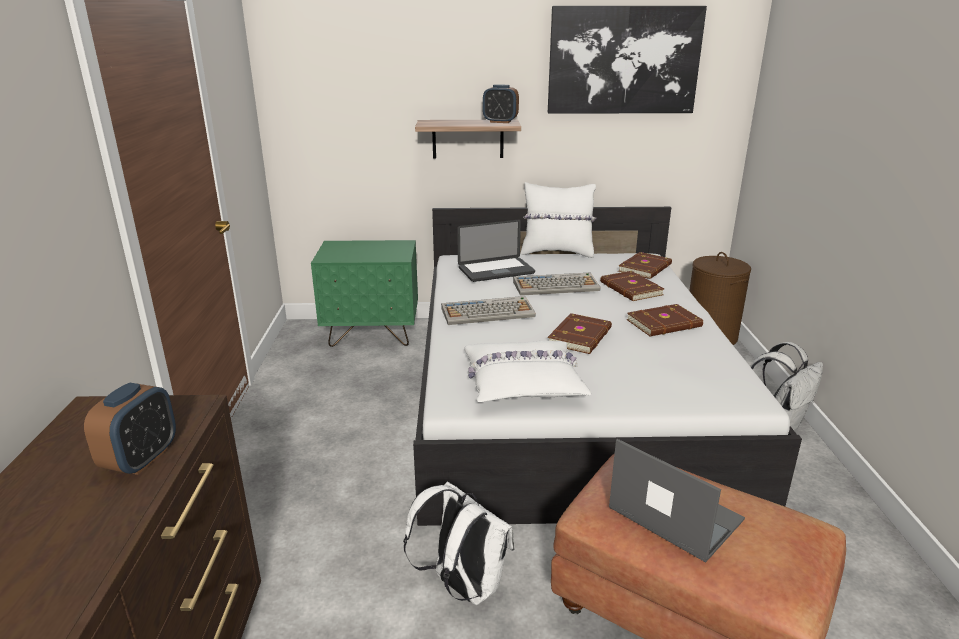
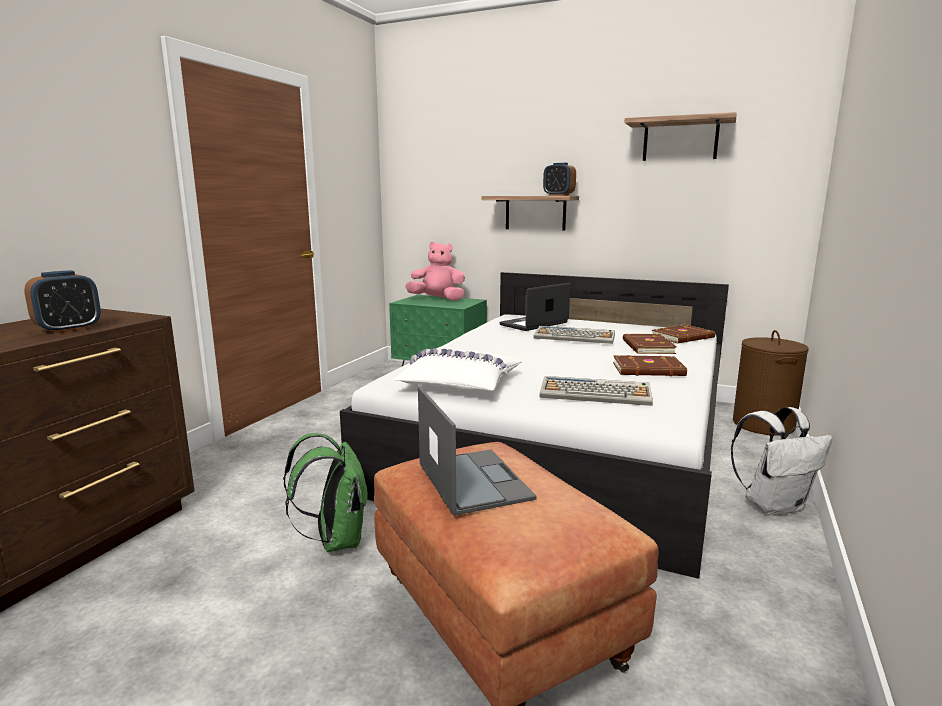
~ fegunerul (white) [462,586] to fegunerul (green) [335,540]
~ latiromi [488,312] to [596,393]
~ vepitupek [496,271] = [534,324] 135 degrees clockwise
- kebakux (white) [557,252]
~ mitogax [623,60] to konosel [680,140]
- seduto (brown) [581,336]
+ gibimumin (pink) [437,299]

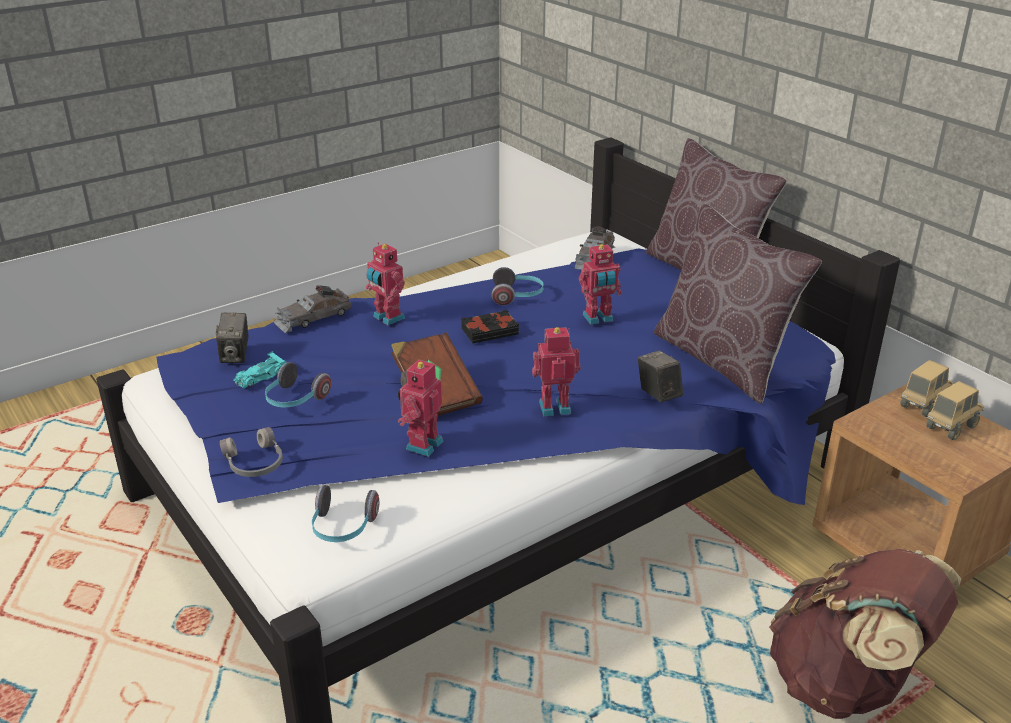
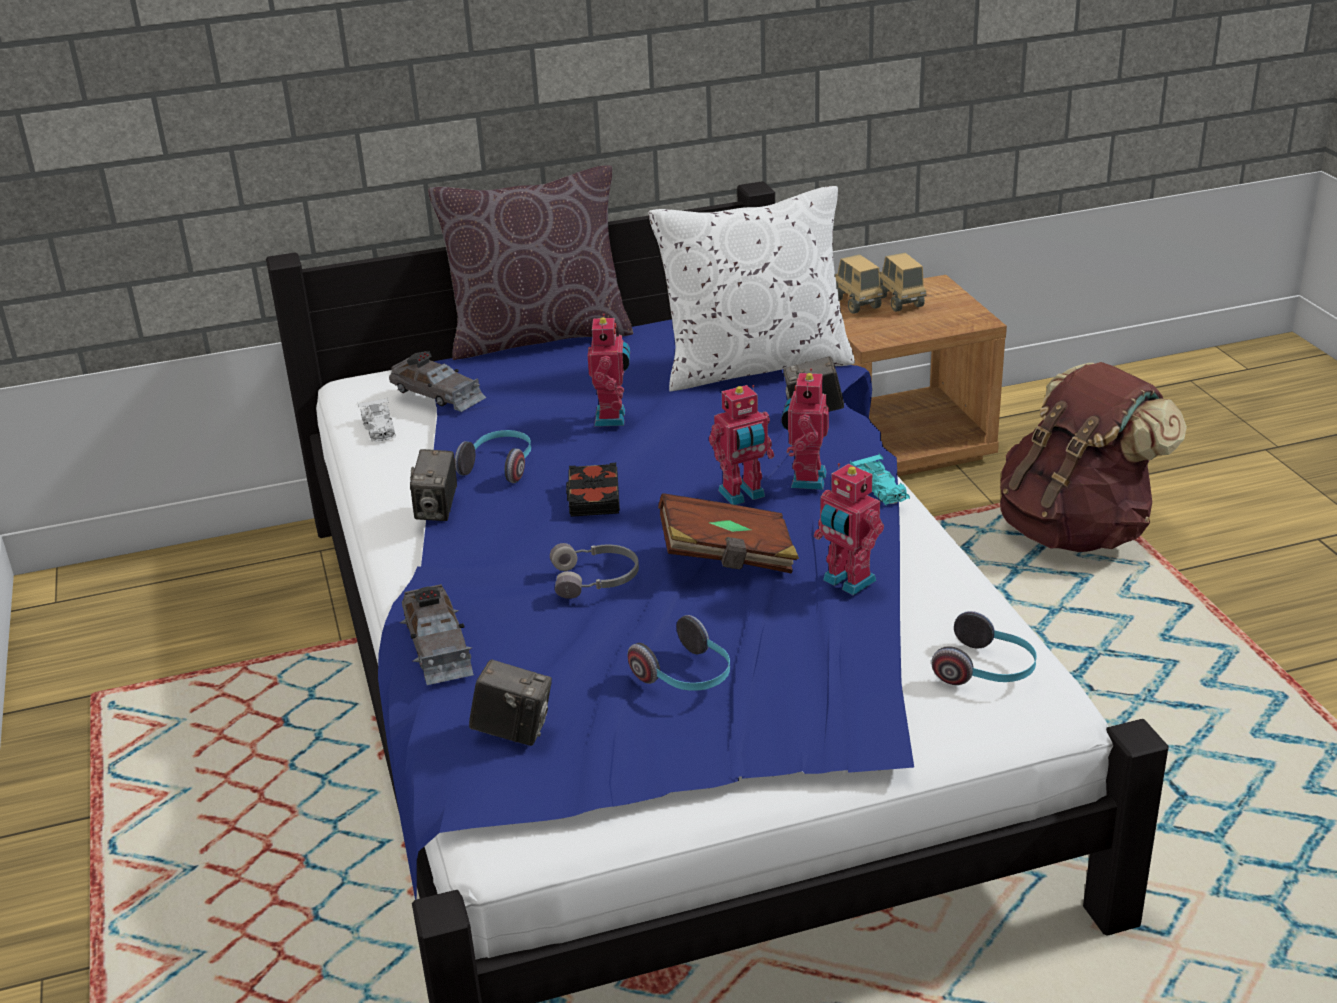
~ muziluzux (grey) [254,463] to [596,579]
~ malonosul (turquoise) [259,377] to [881,488]
~ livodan [387,318] to [743,495]
~ kebakux (brown) [722,360] to kebakux (white) [754,365]
+ malonosul (white) [379,428]
+ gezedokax [437,510]

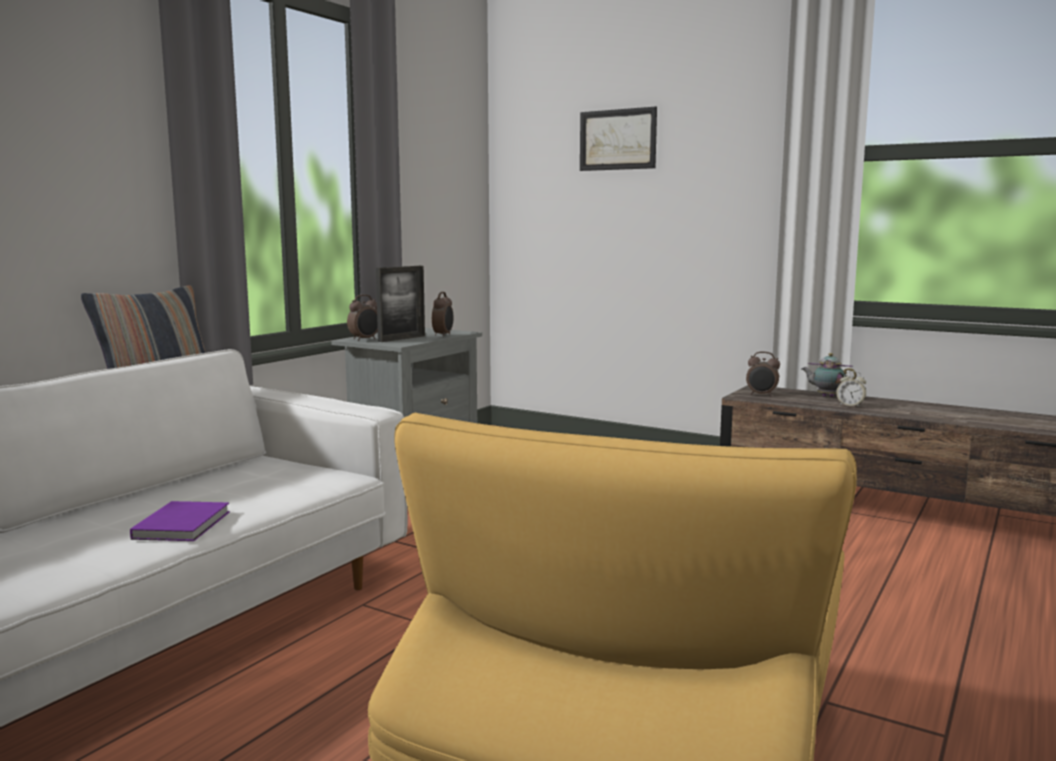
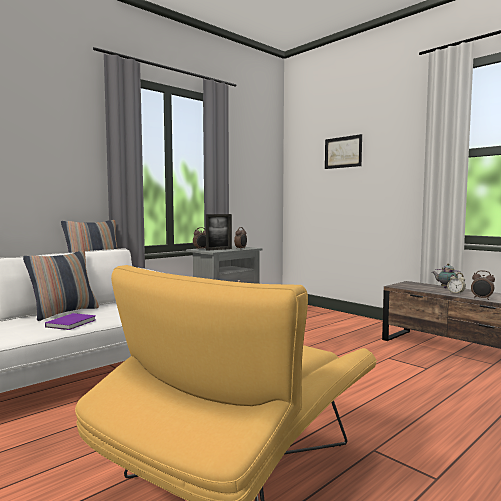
~ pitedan [761,395] to [482,298]
+ kebakux [64,312]

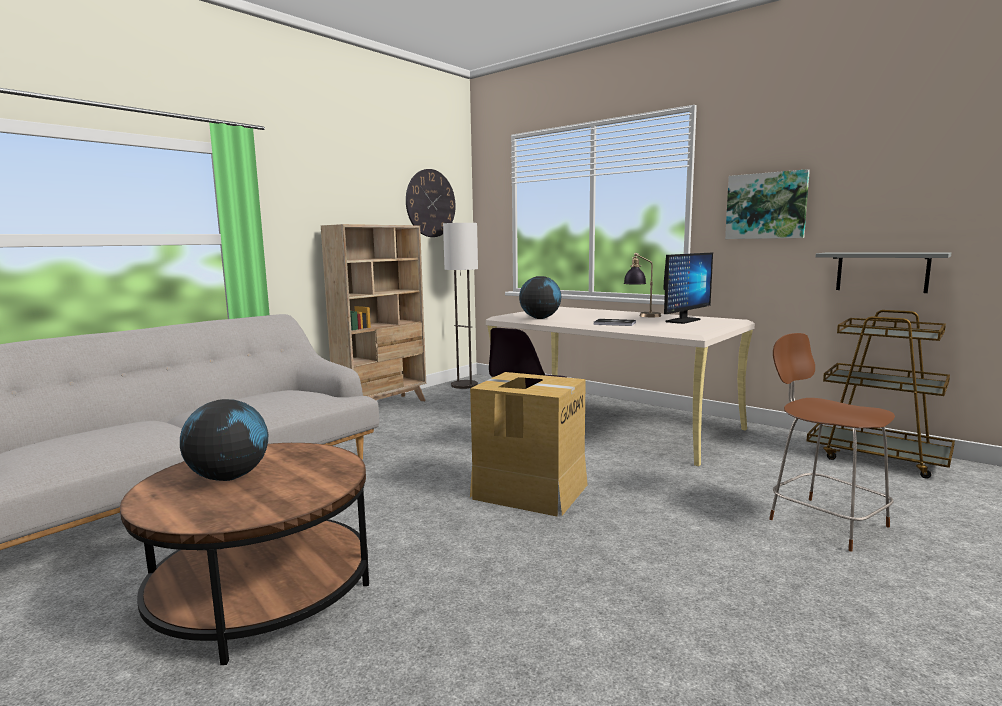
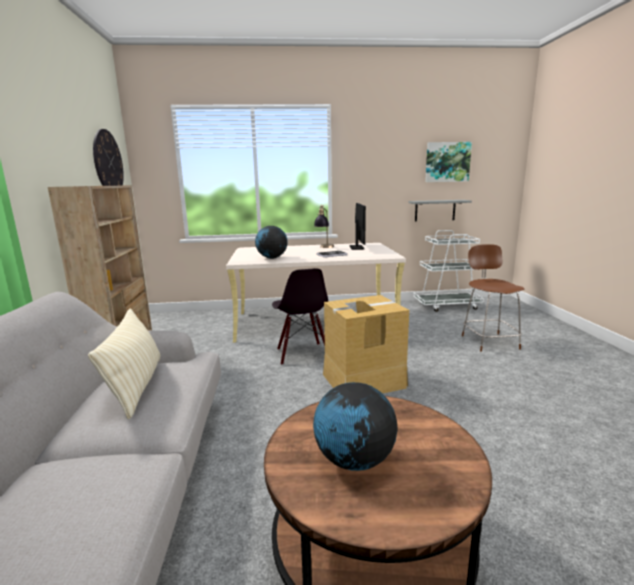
- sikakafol [464,385]
~ mitogax [766,206] to [447,162]
~ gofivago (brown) [824,521] = [488,341] 75 degrees clockwise
~ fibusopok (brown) [877,457] to fibusopok (white) [447,305]
+ kebakux (beige) [136,386]

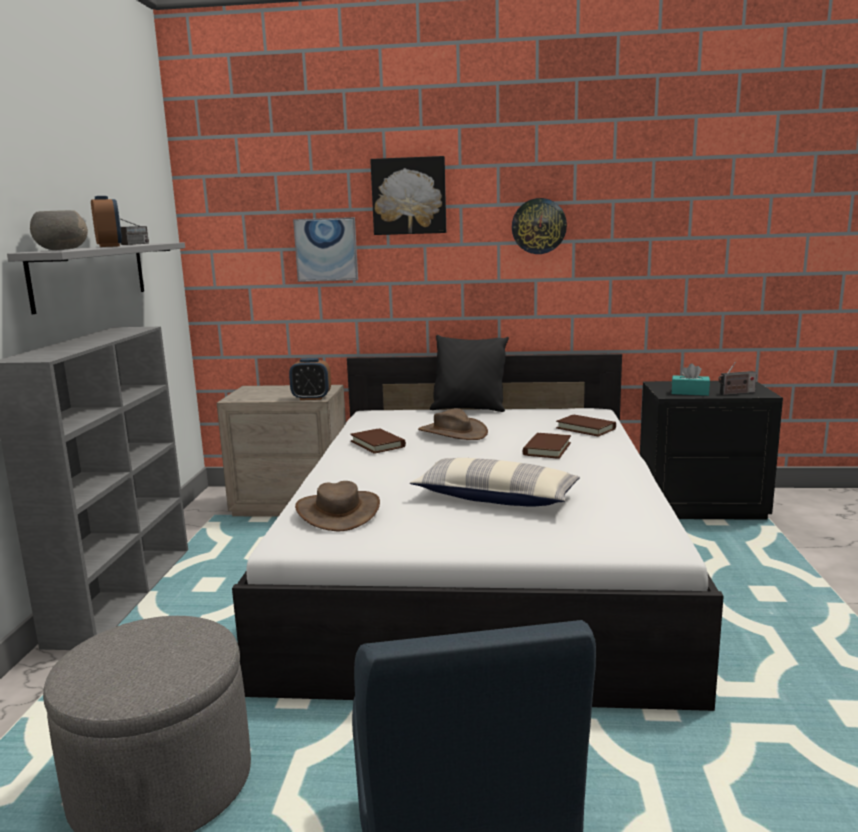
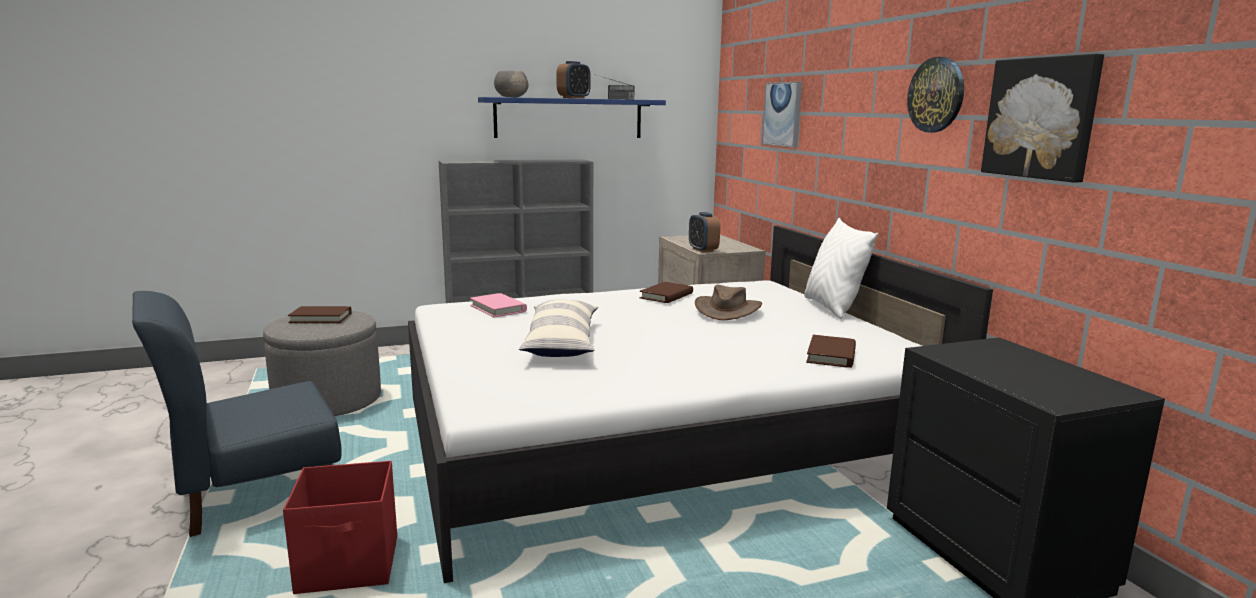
~ konosel (grey) [90,274] to konosel (blue) [569,118]
~ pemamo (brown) [338,512] to seduto (pink) [498,308]
~ mitogax [409,196] to [1042,118]
~ kebakux (black) [468,409] to kebakux (white) [832,308]
~ seduto (brown) [547,449] to [321,318]
- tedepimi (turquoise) [689,392]
- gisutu [736,393]
+ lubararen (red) [350,566]

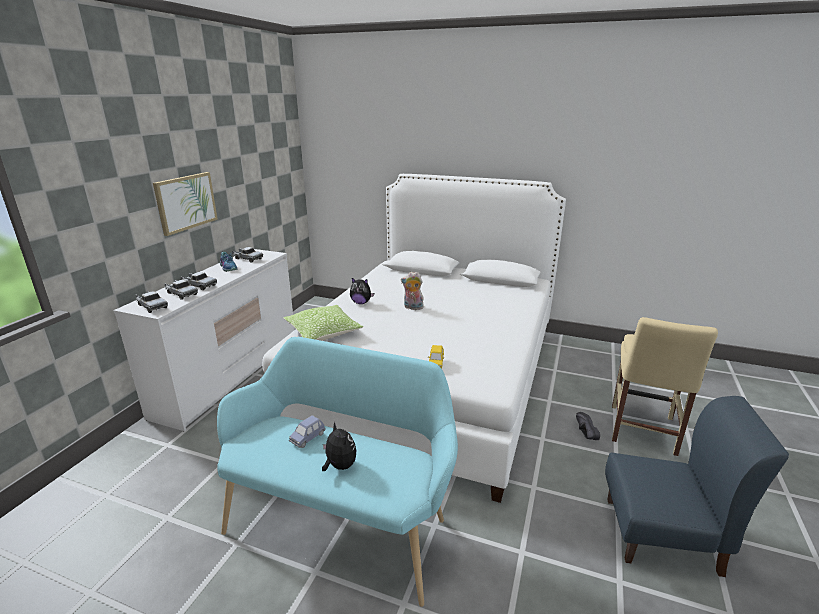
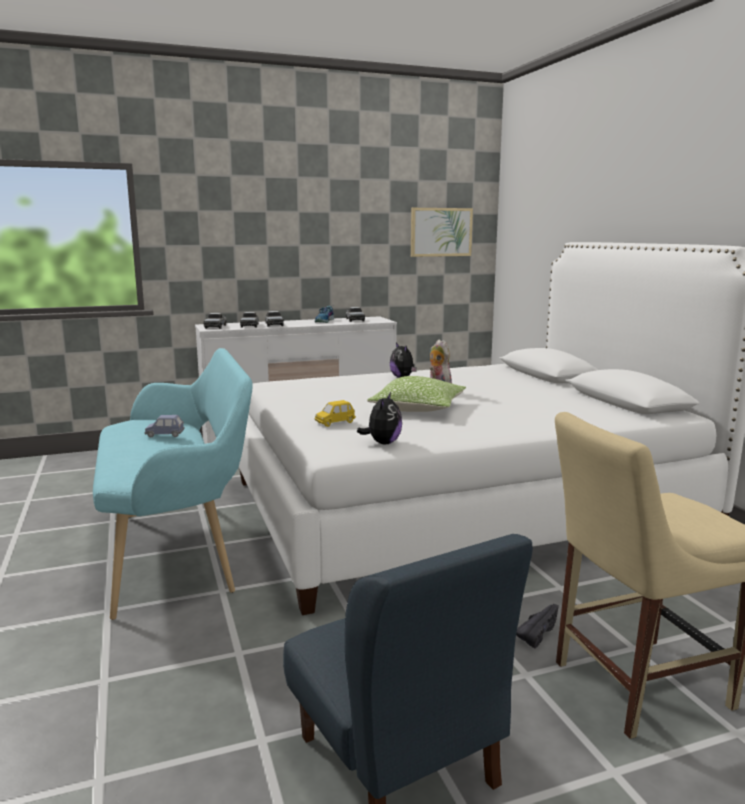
~ mitogax [186,202] to [441,232]
~ kebakux [323,332] to [418,408]
~ gibimumin [339,466] to [382,443]

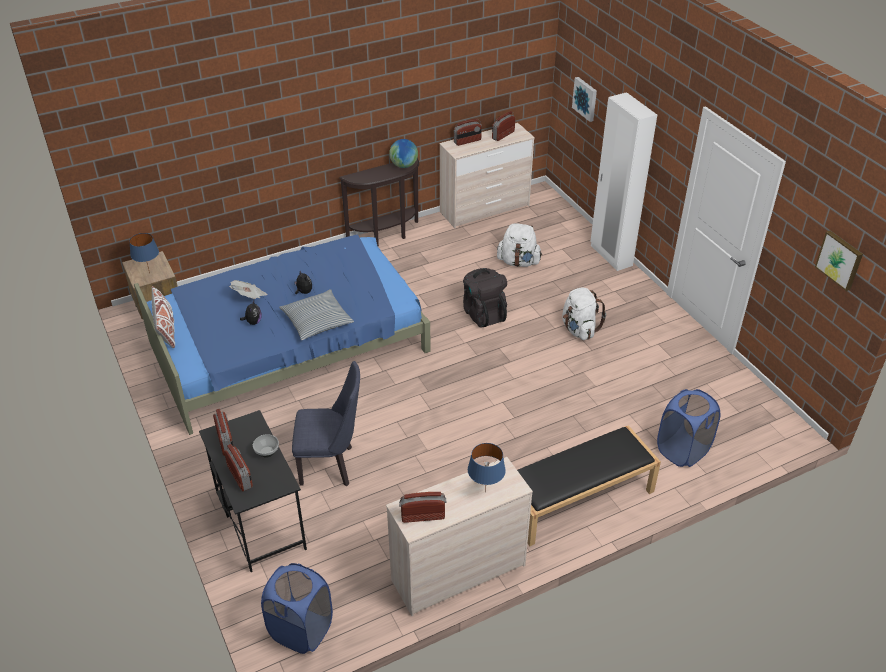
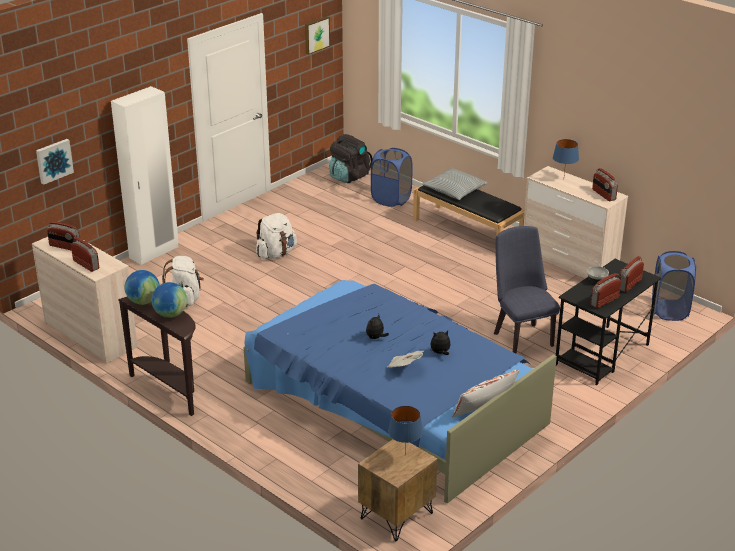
~ kebakux [317,321] to [454,190]
~ fegunerul (black) [483,313] to [349,176]
+ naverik [170,314]

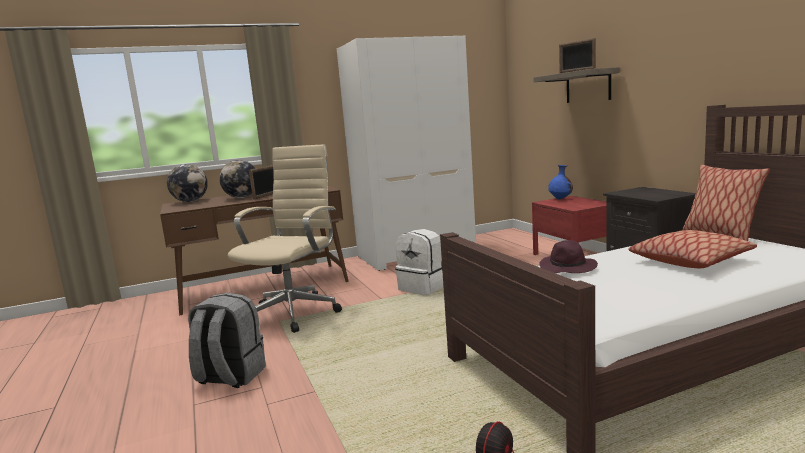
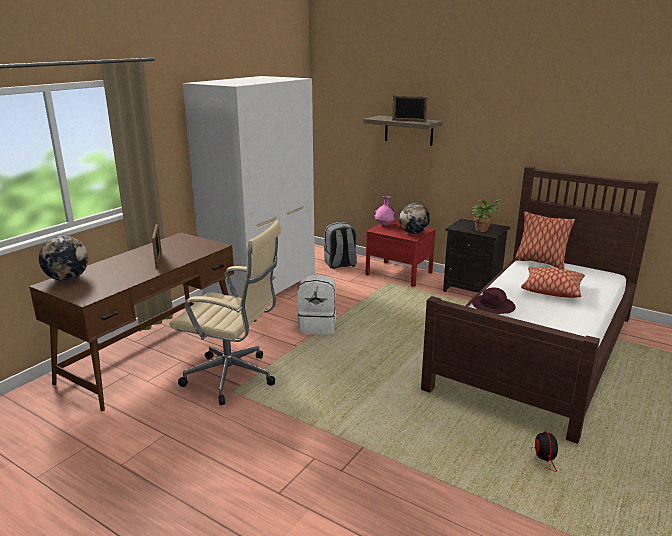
~ fegunerul (grey) [230,377] to [340,264]
~ naverik [242,197] to [413,233]
~ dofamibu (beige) [295,312] = [234,378] 120 degrees clockwise
~ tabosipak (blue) [560,199] to tabosipak (pink) [385,225]
+ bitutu [482,229]

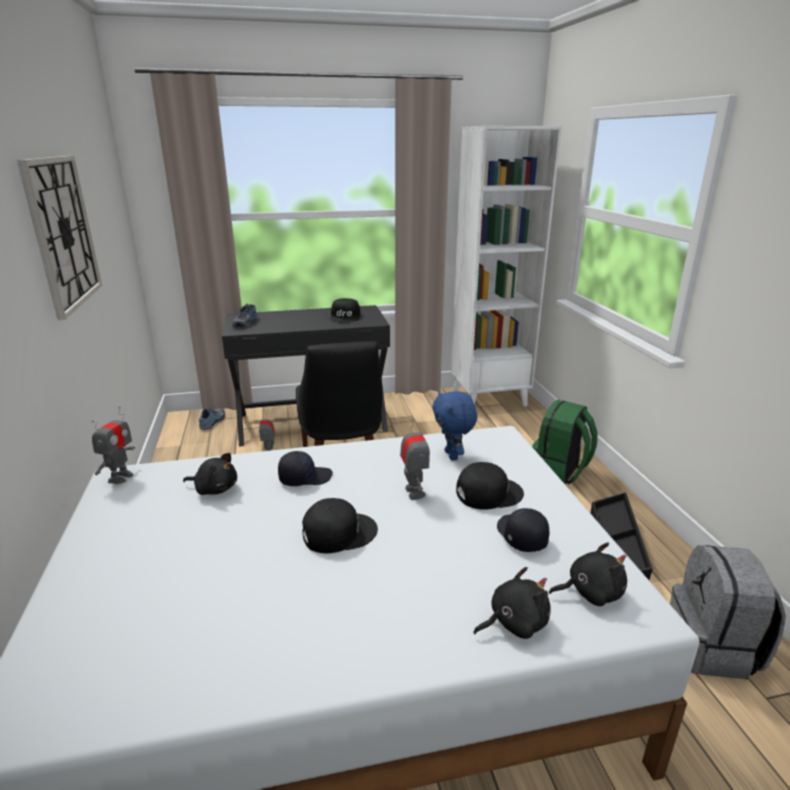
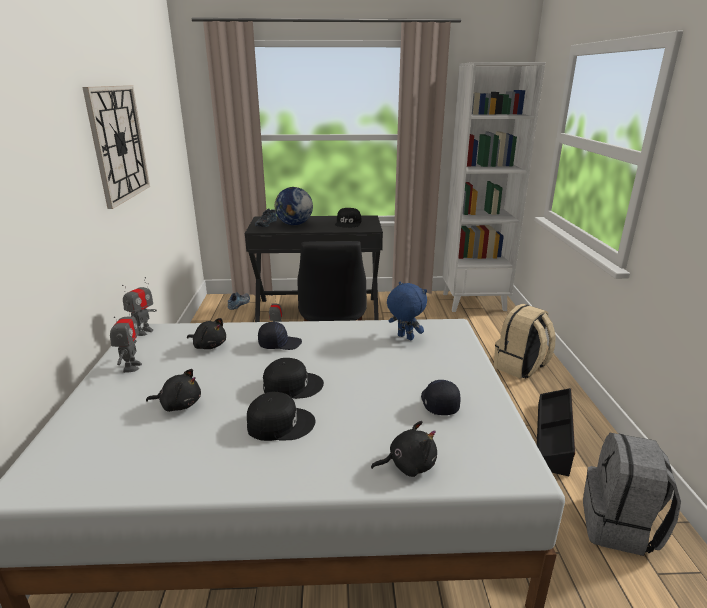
~ livodan [414,492] to [131,367]
~ gibimumin (blue) [452,455] = [404,337] 135 degrees clockwise
~ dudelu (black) [488,493] to [280,423]
~ fegunerul (green) [560,471] to fegunerul (beige) [520,367]
~ gibimumin (black) [590,592] to [179,404]
+ naverik [294,224]

